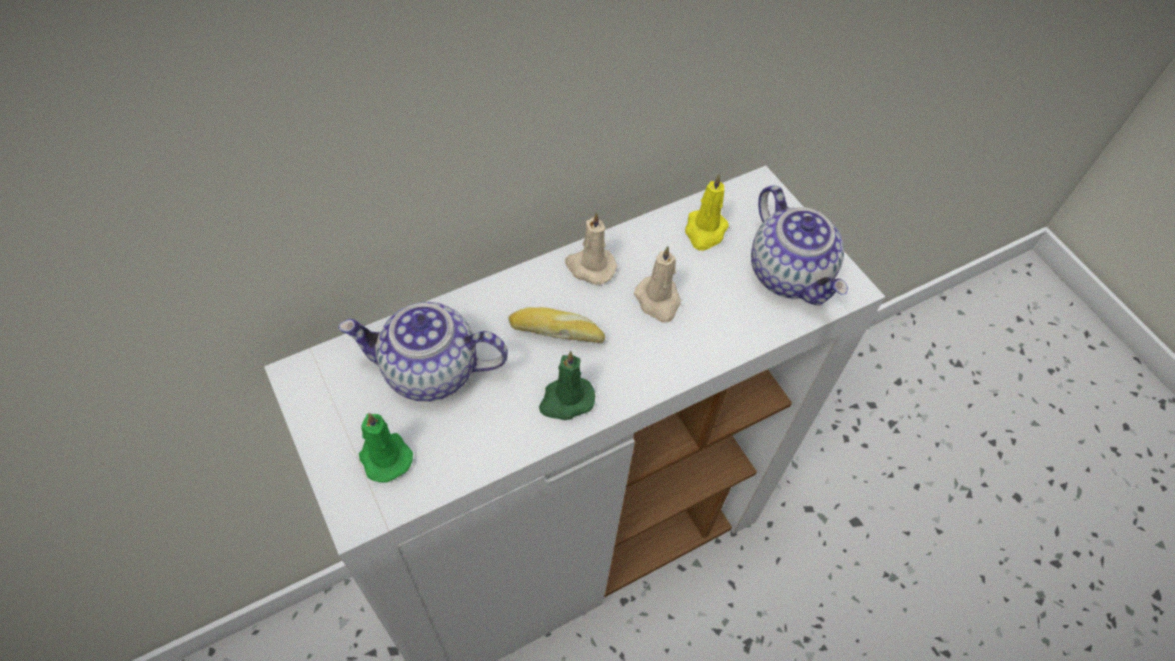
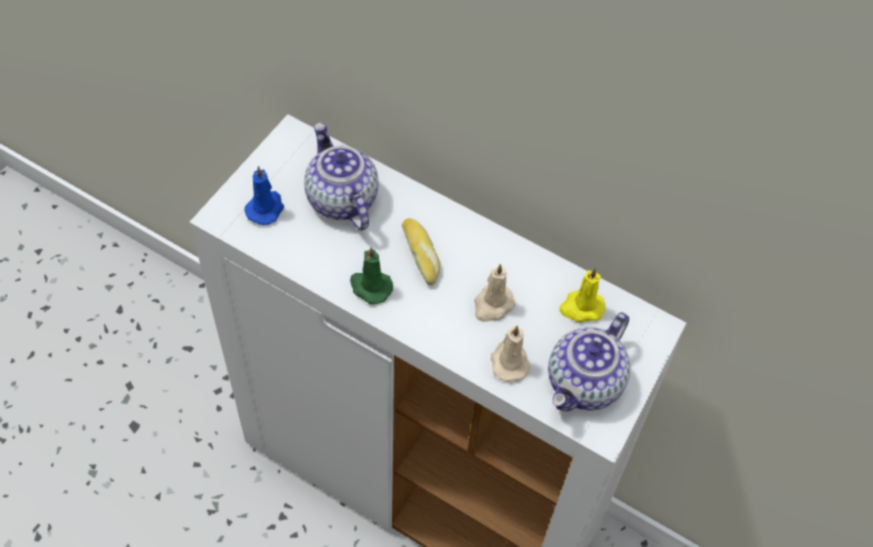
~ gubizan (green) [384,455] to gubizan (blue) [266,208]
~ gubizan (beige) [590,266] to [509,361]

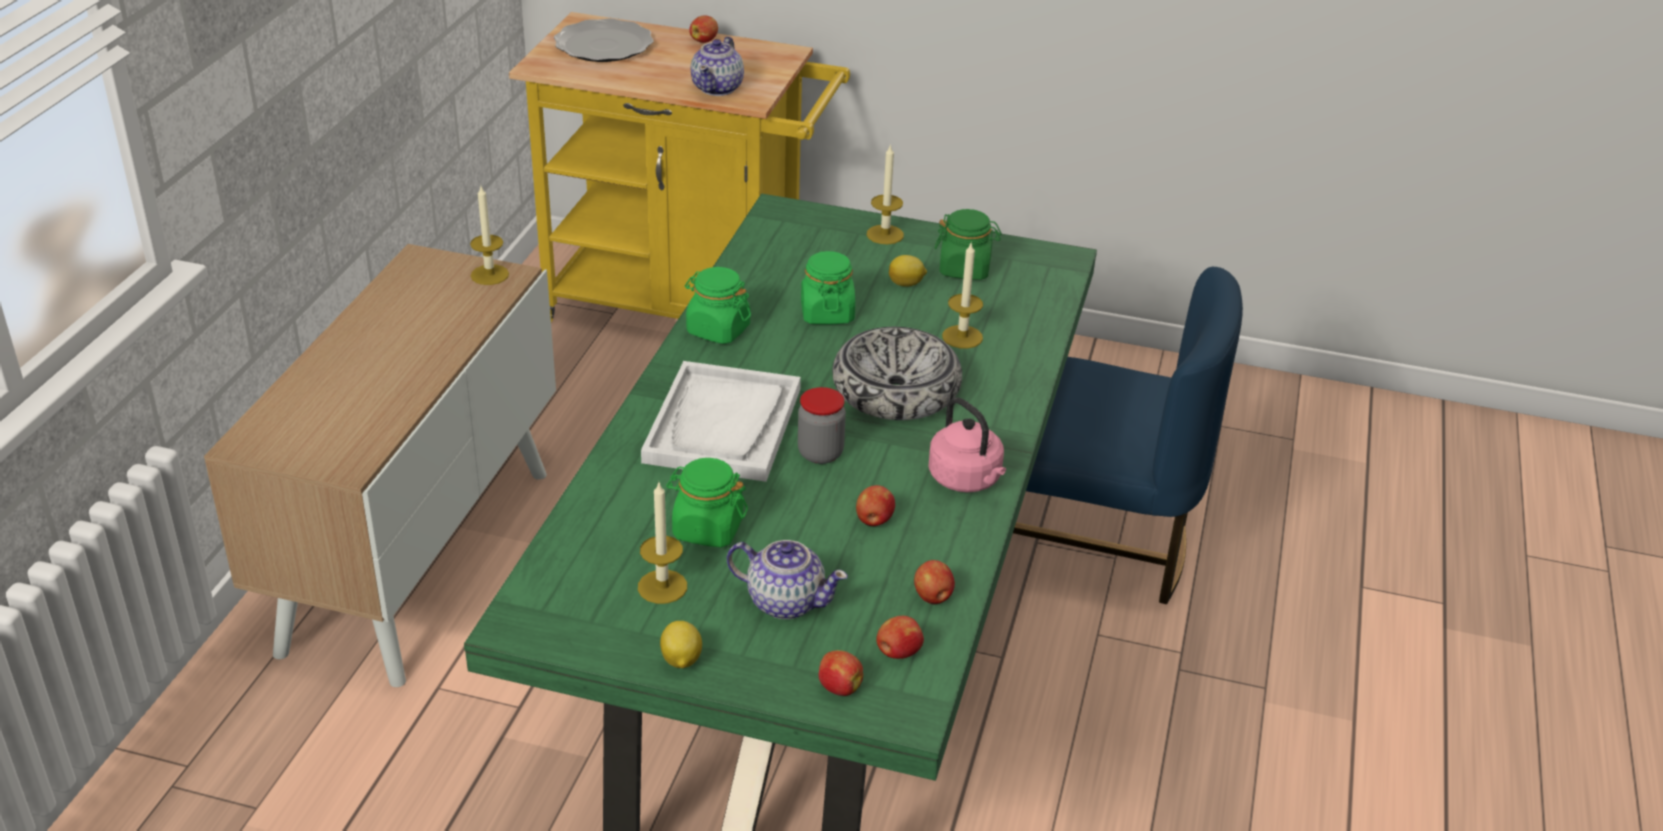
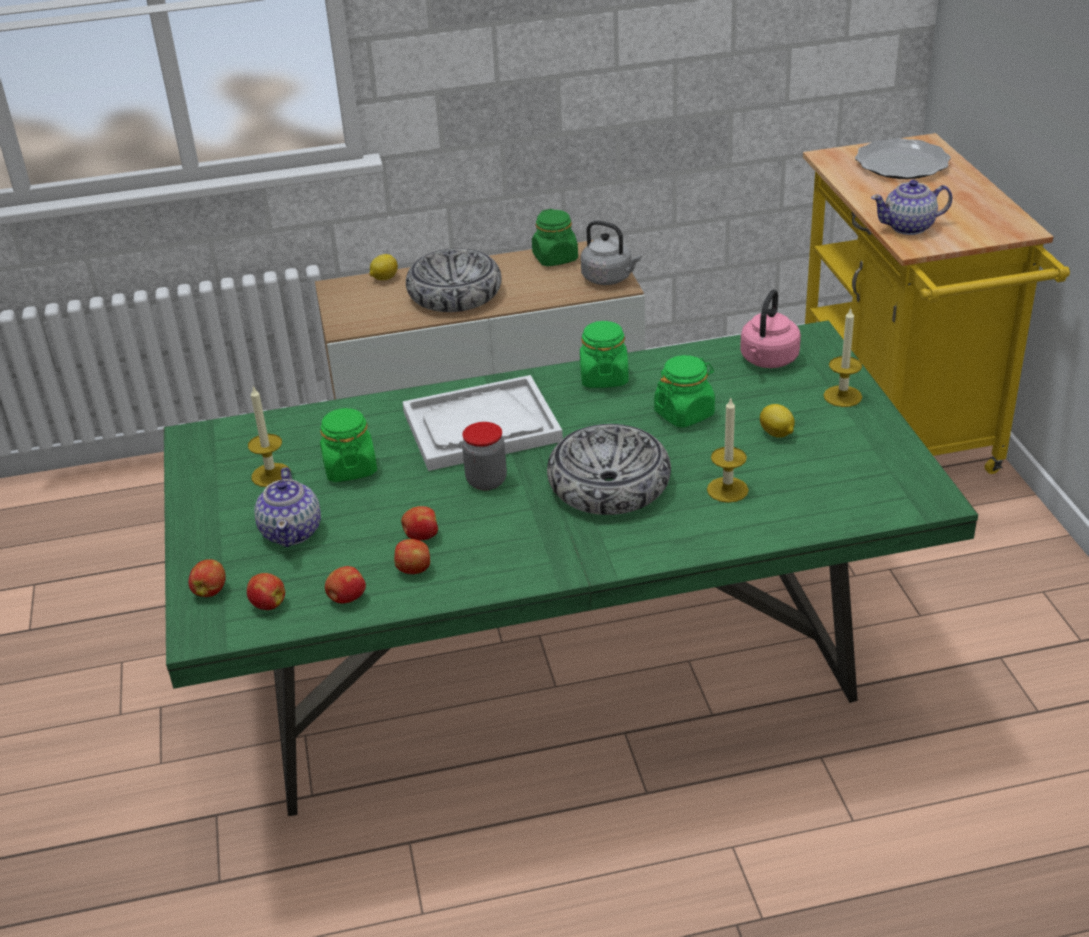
~ gubizan [489,275] to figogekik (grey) [609,278]
~ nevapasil [681,660] to [384,278]
~ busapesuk [704,41] to [414,569]
~ figogekik (pink) [967,480] to [768,360]
~ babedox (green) [965,269] to [555,258]
- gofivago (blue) [1087,547]
+ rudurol [455,294]

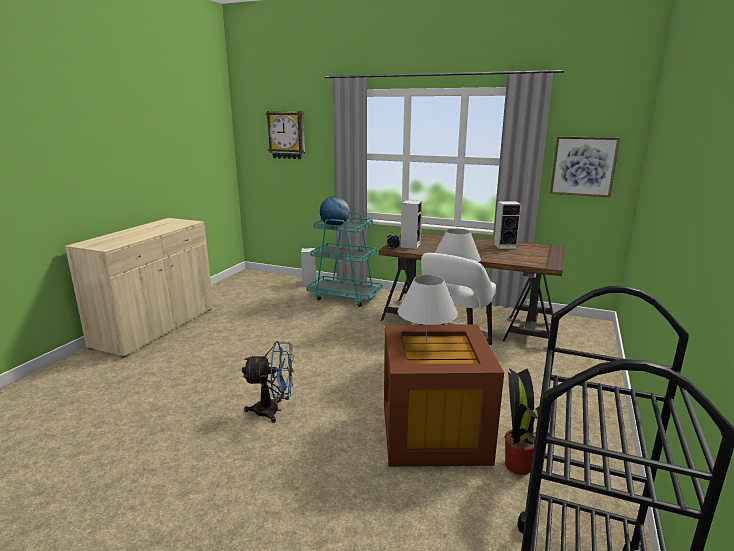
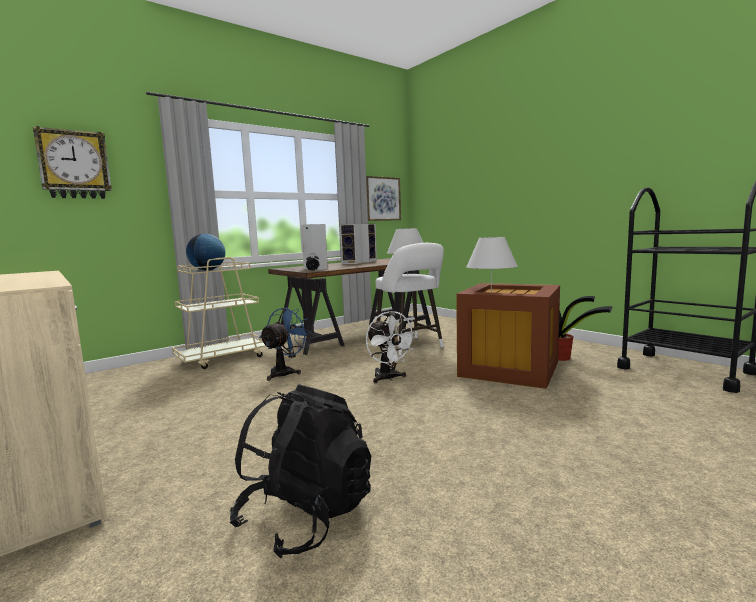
~ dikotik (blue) [273,410] to [285,372]
~ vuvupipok [309,283] to [353,263]
~ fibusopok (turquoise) [345,296] to fibusopok (beige) [223,358]
+ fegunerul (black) [306,516]
+ dikotik (white) [388,378]

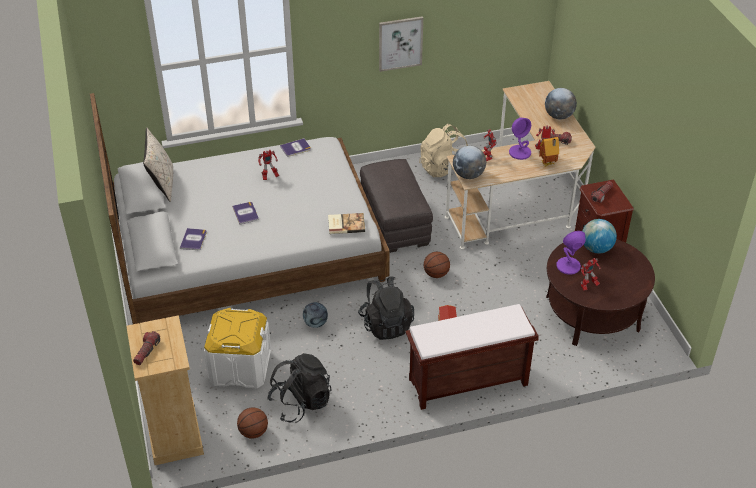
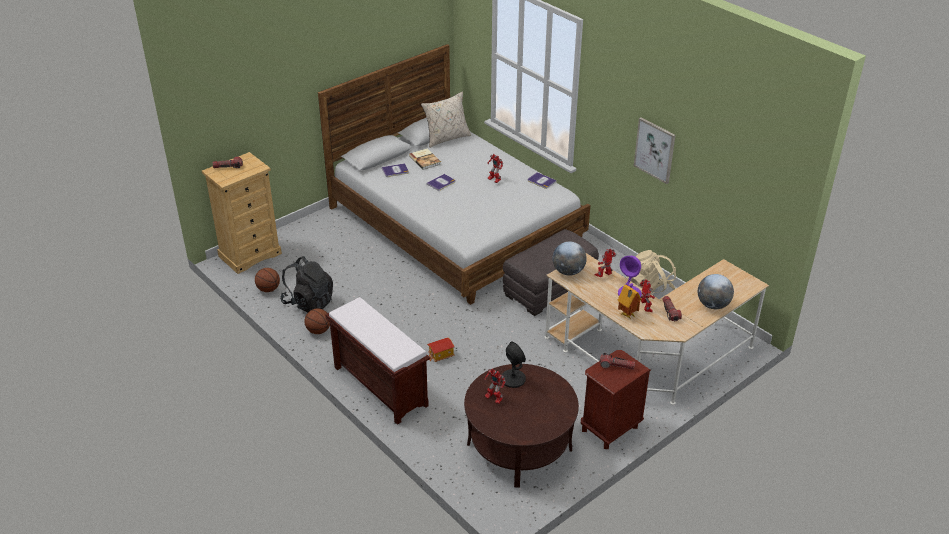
- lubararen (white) [240,367]
- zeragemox [315,323]
~ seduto [346,224] to [425,159]
- fegunerul (black) [386,324]
~ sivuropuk [436,274] to [318,331]
~ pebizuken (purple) [568,266] to pebizuken (black) [513,379]
- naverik [596,248]

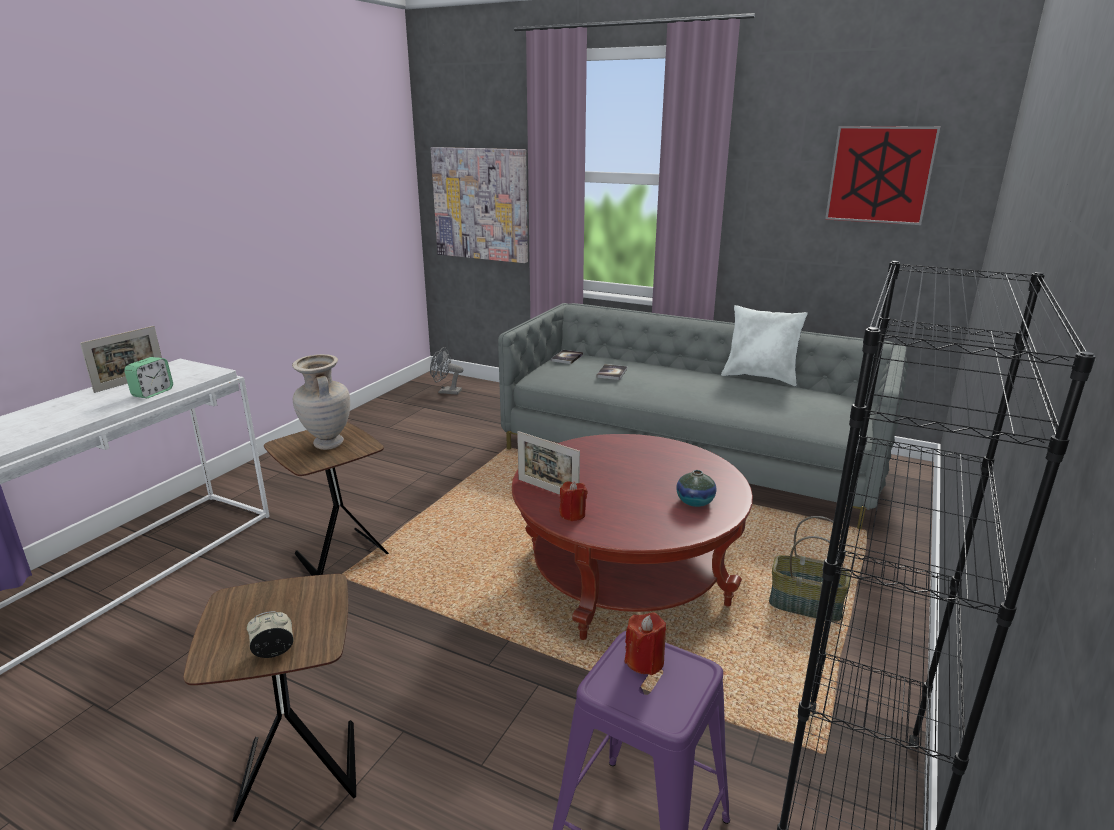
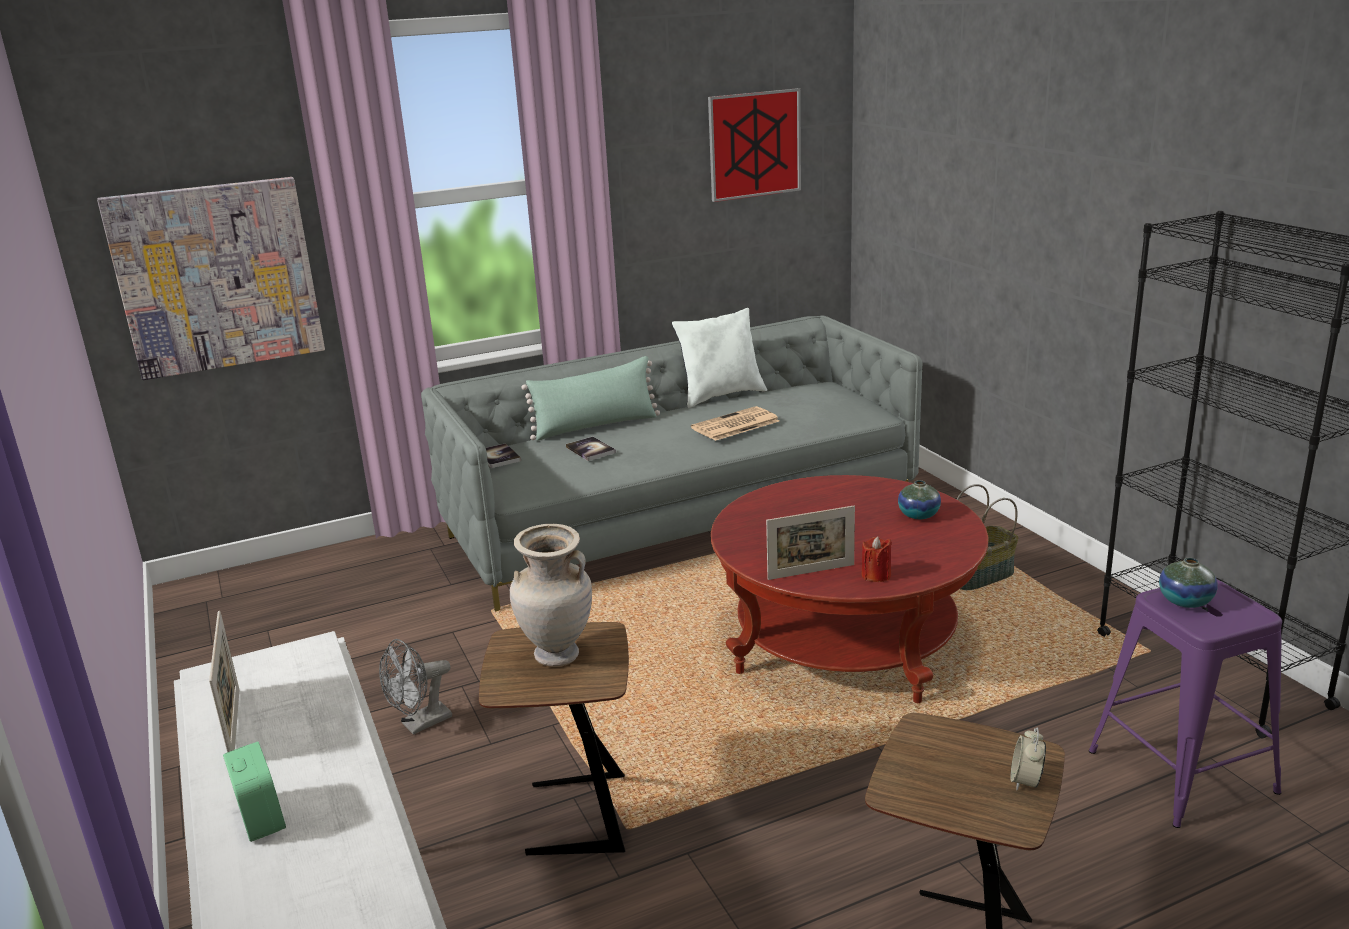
~ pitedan [153,393] to [261,819]
~ dikotik (grey) [446,392] to [420,724]
~ gubizan (red) [644,661] to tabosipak [1185,601]
+ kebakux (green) [595,426]
+ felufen [734,425]

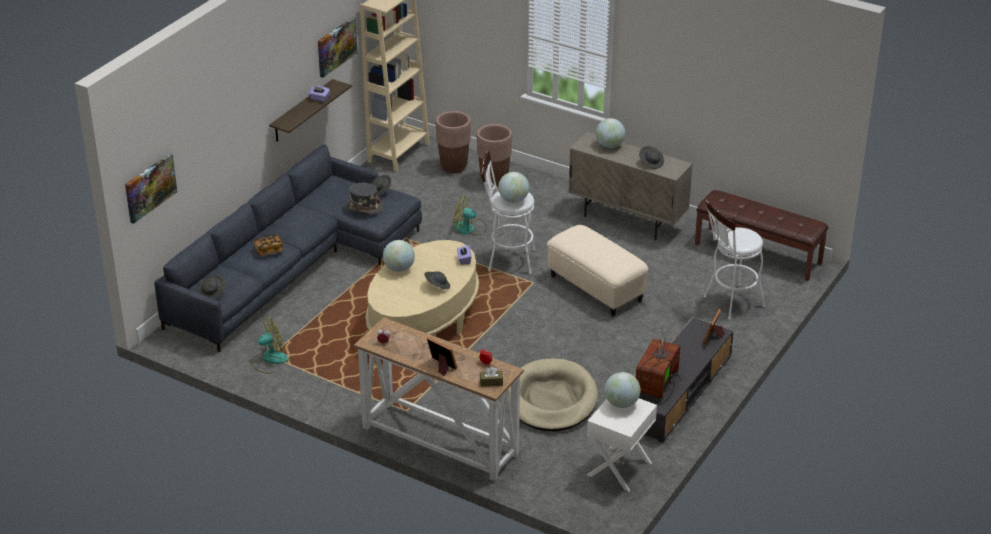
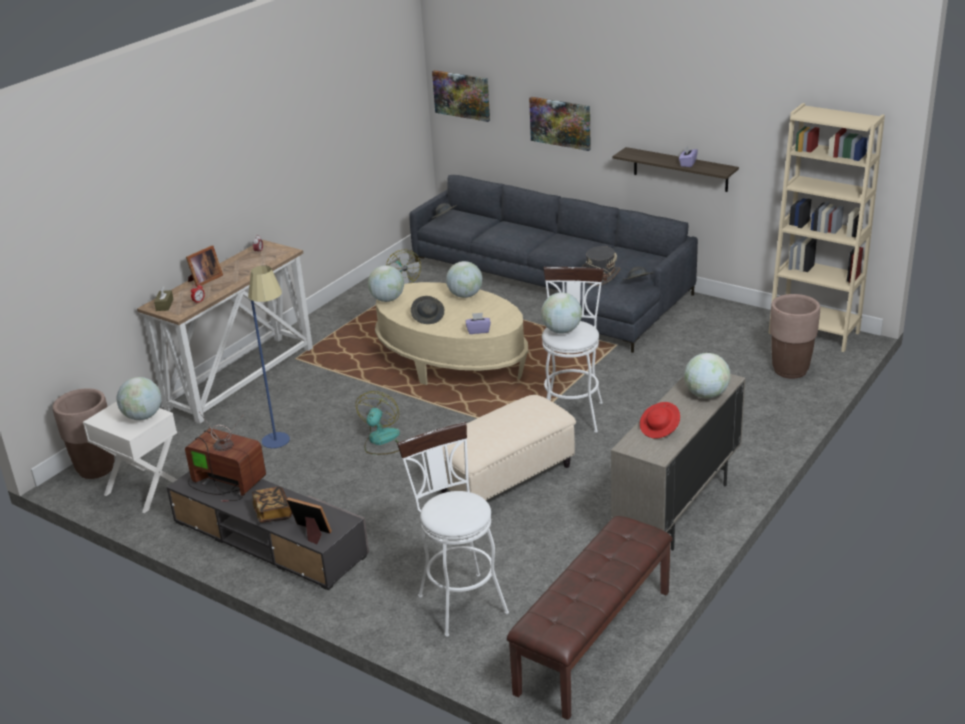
~ seduto [268,251] to [273,512]
~ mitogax [336,46] to [560,123]
~ dikotik [469,228] to [381,441]
~ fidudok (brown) [494,181] to [96,469]
~ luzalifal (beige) [551,400] to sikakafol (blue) [284,444]
~ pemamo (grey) [651,163] to pemamo (red) [660,429]
+ naverik [387,299]

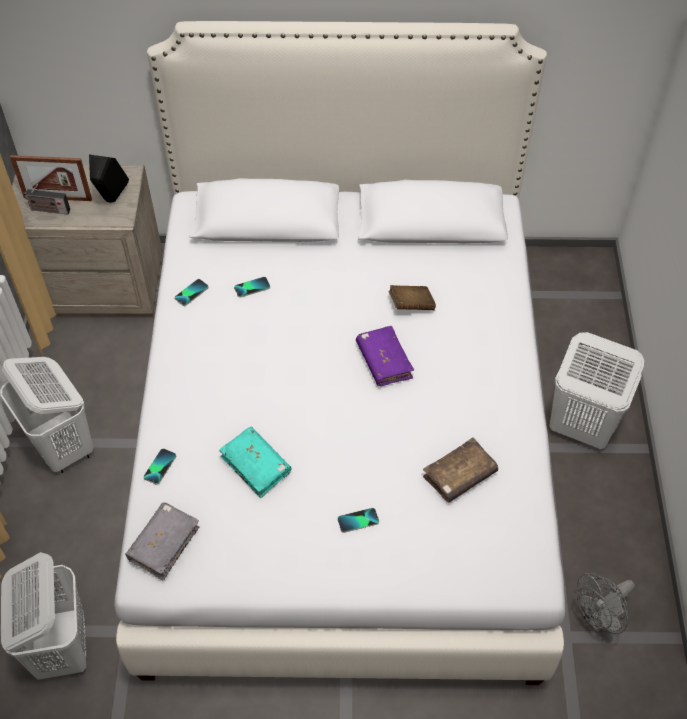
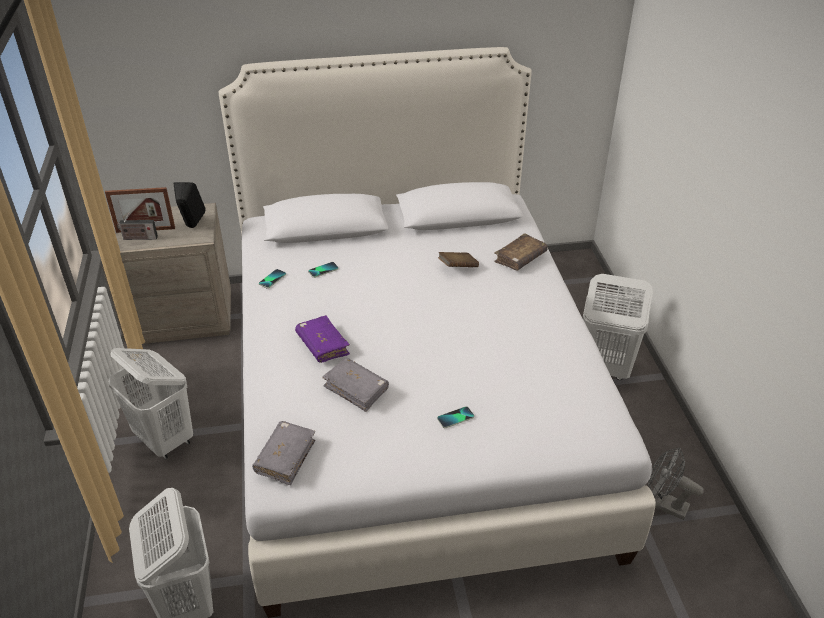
- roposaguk [160,467]
~ seduto (turquoise) [256,466] to seduto (grey) [356,389]
~ seduto (purple) [384,361] to [322,345]
~ seduto (brown) [459,475] to [520,258]
~ dikotik (grey) [598,619] = [664,504] 75 degrees clockwise

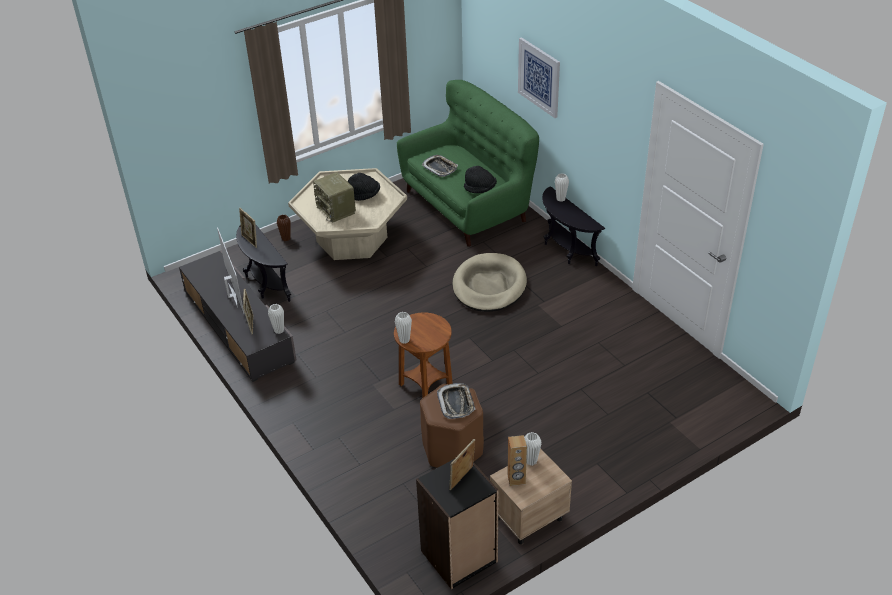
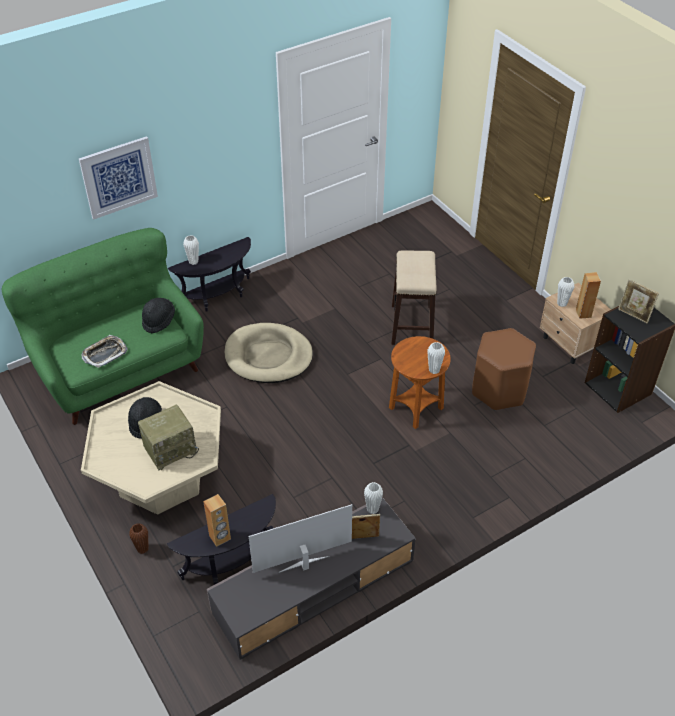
~ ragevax [250,241] to vuvupipok (brown) [220,537]
- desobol [456,403]
+ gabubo [412,324]

